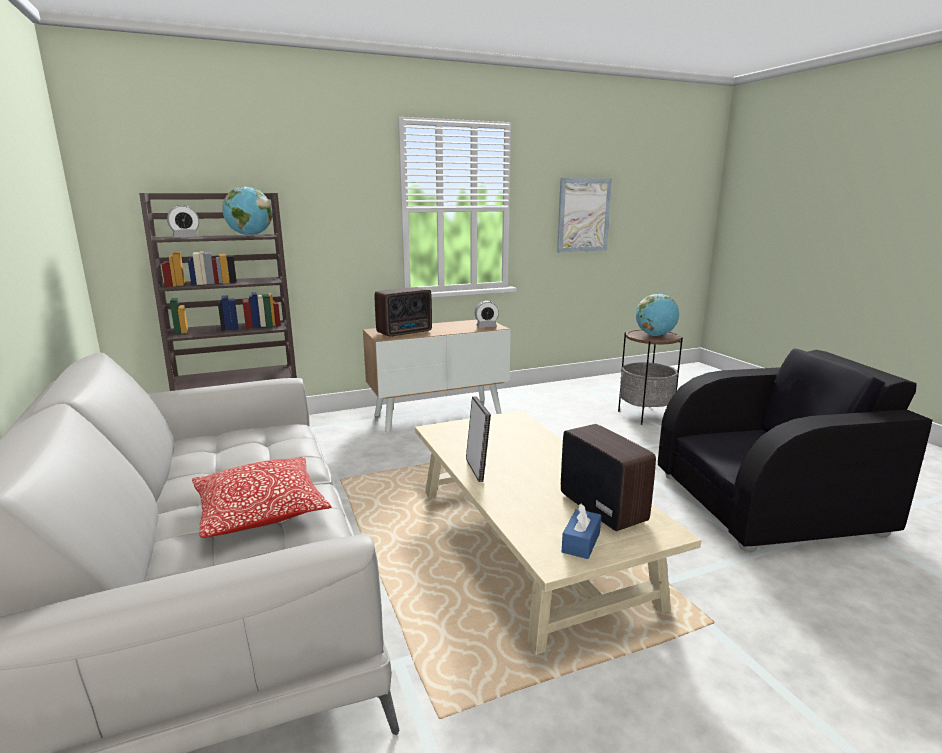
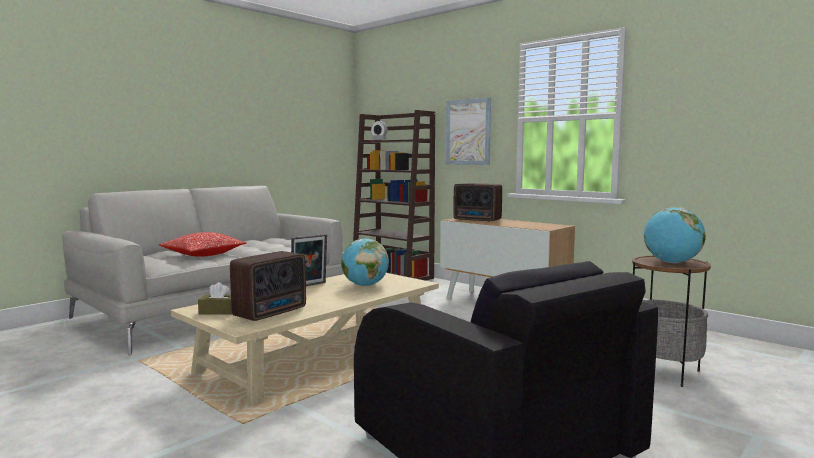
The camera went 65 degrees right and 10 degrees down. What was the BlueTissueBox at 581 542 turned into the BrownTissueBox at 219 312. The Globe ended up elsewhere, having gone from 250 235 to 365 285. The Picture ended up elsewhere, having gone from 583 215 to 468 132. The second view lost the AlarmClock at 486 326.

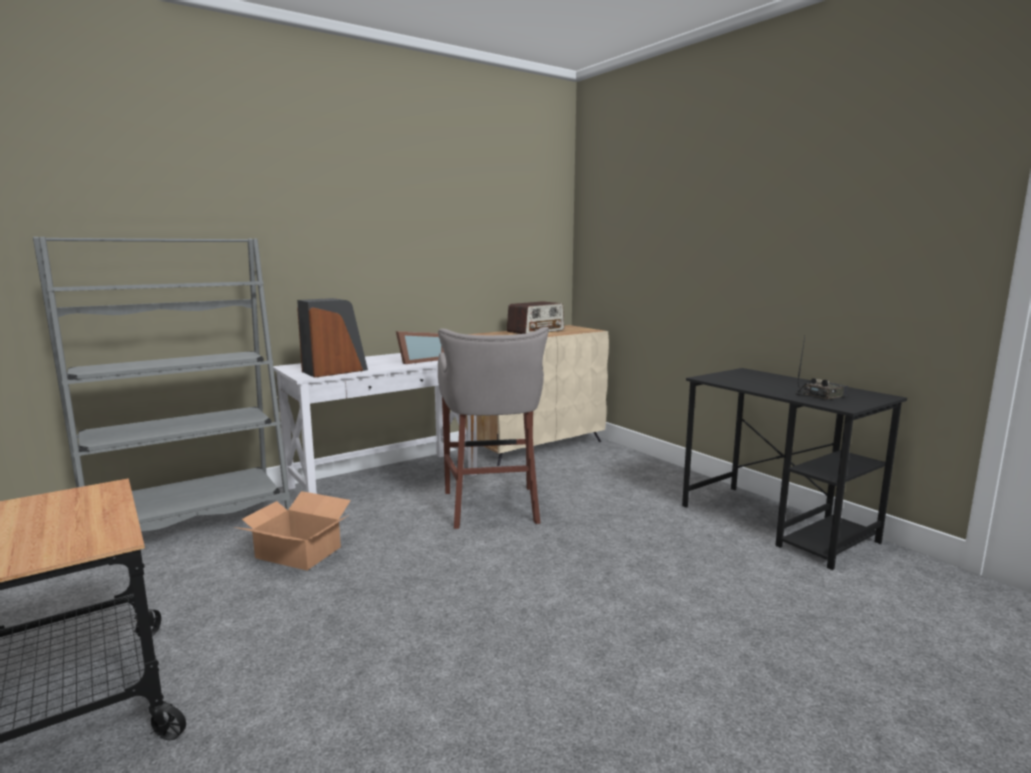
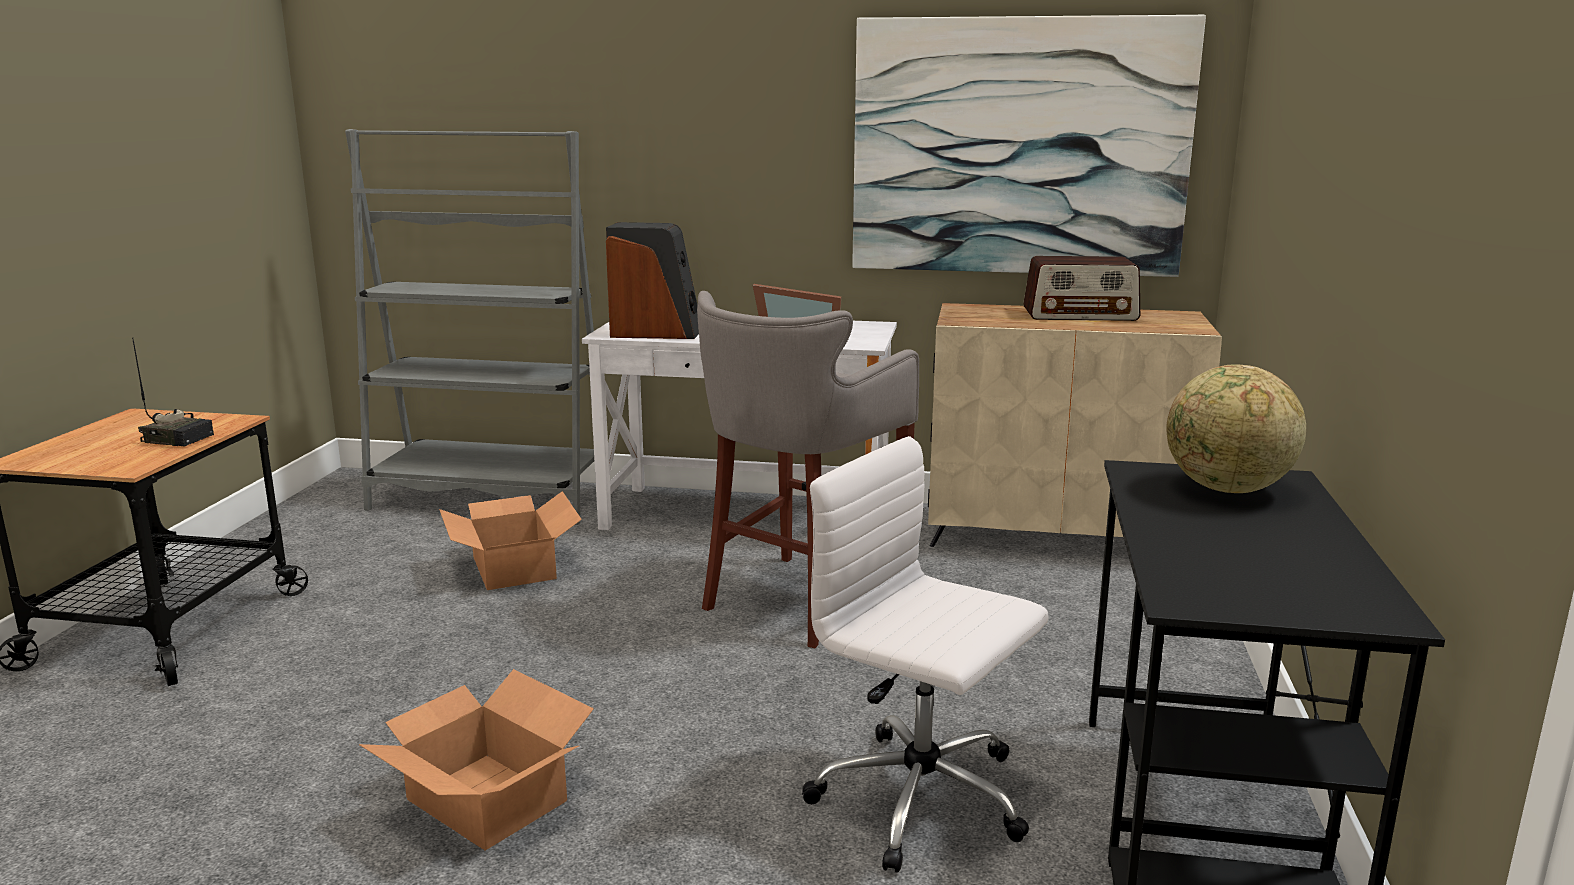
The camera went 45 degrees right and 5 degrees up. The Radio ended up elsewhere, having gone from 820 395 to 179 438. The second view gained the CardboardBox at 487 799. The second view gained the WhiteOfficeChair at 923 800. The second view gained the Picture at 1018 148. The second view gained the Globe at 1226 490.

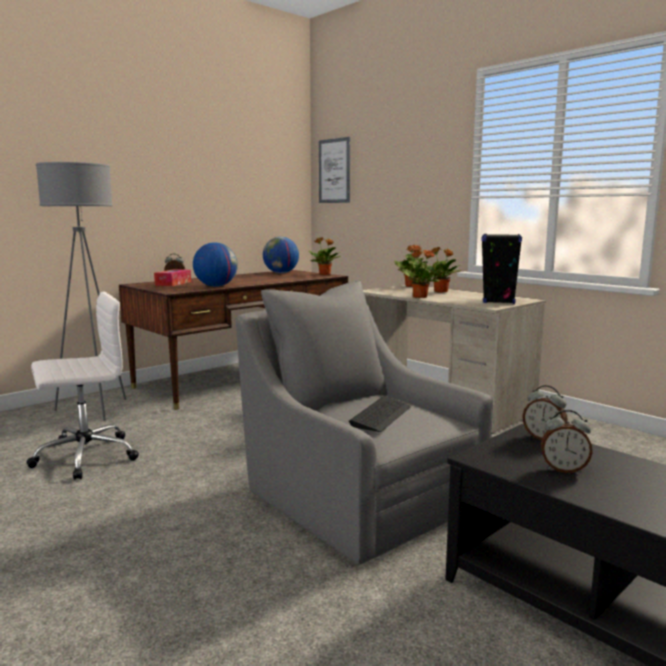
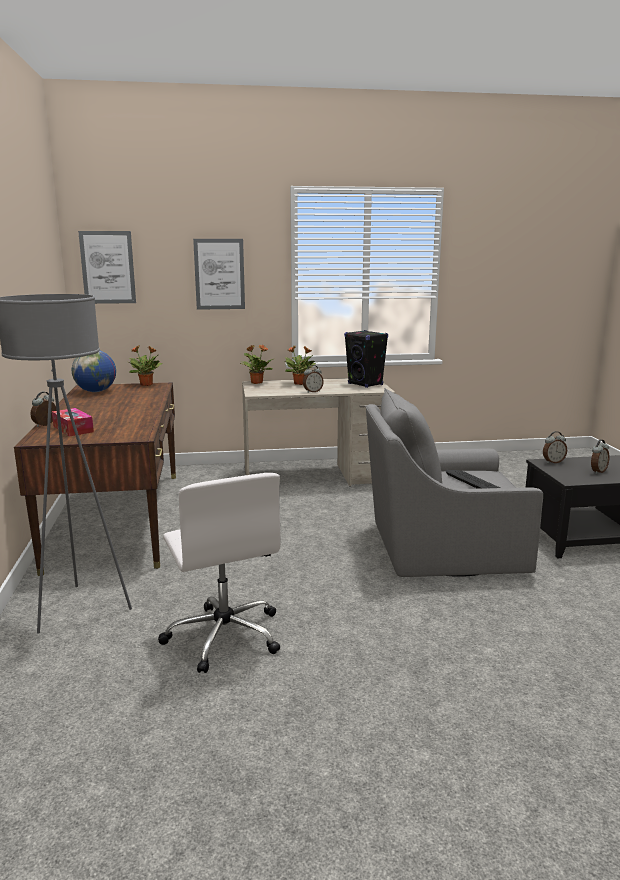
The camera went 55 degrees left and 5 degrees up. The WhiteOfficeChair at 84 456 ended up facing another way, 150 degrees clockwise from before. The second view gained the Picture at 219 274. Where the PottedPlant stood at 419 297, the AlarmClock came to stand at 312 392. The second view lost the Globe at 216 286.

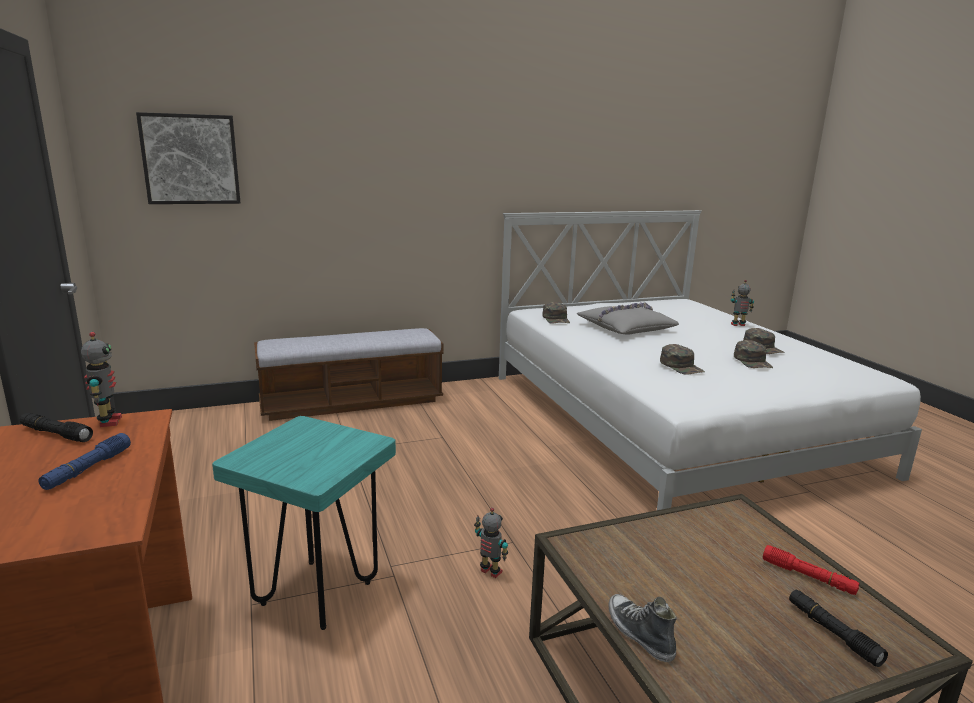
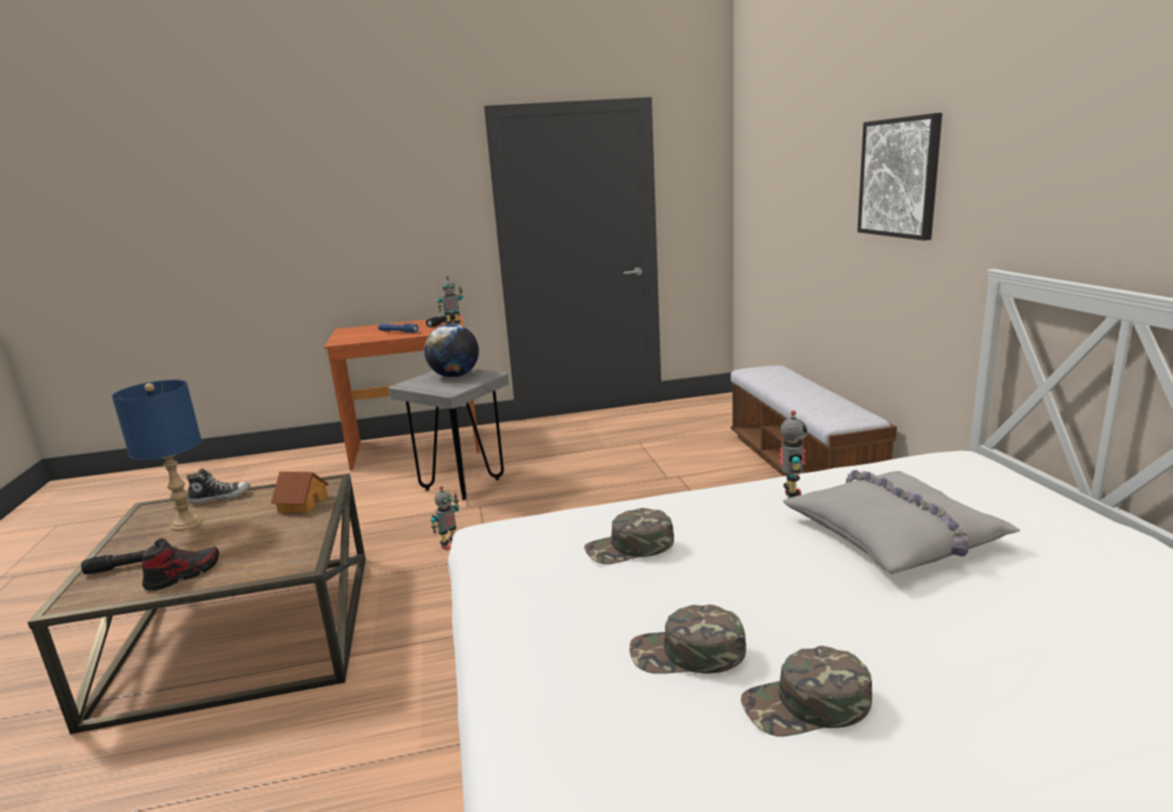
The camera went 100 degrees right and 0 degrees up. The second view gained the BlueTableLamp at 186 524. Where the RedFlashlight stood at 808 577, the Shoe came to stand at 183 575. The second view gained the ToyHouse at 302 504. What was the TurquoiseStool at 317 593 turned into the GreyStool at 462 484. The second view gained the Globe at 455 376. The ToyRobot ended up elsewhere, having gone from 738 325 to 791 497. The Picture ended up elsewhere, having gone from 190 159 to 899 178. The second view lost the GreenCap at 556 319.

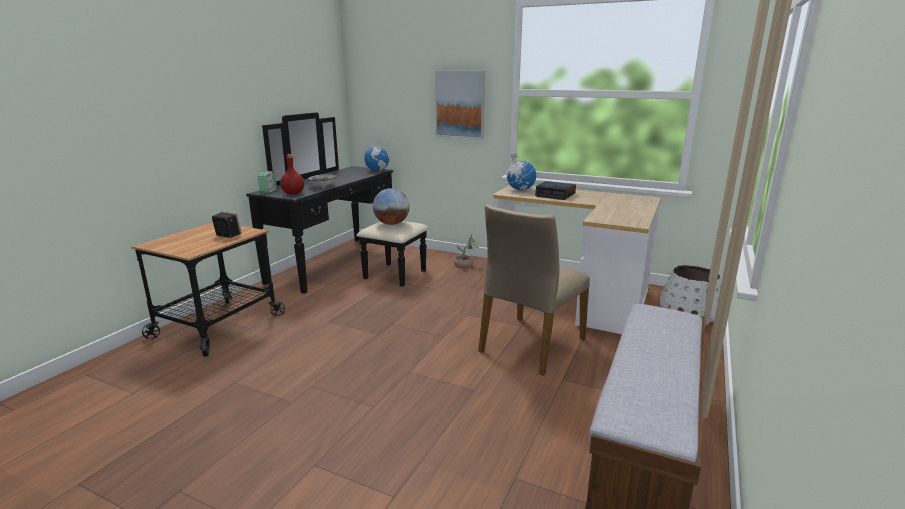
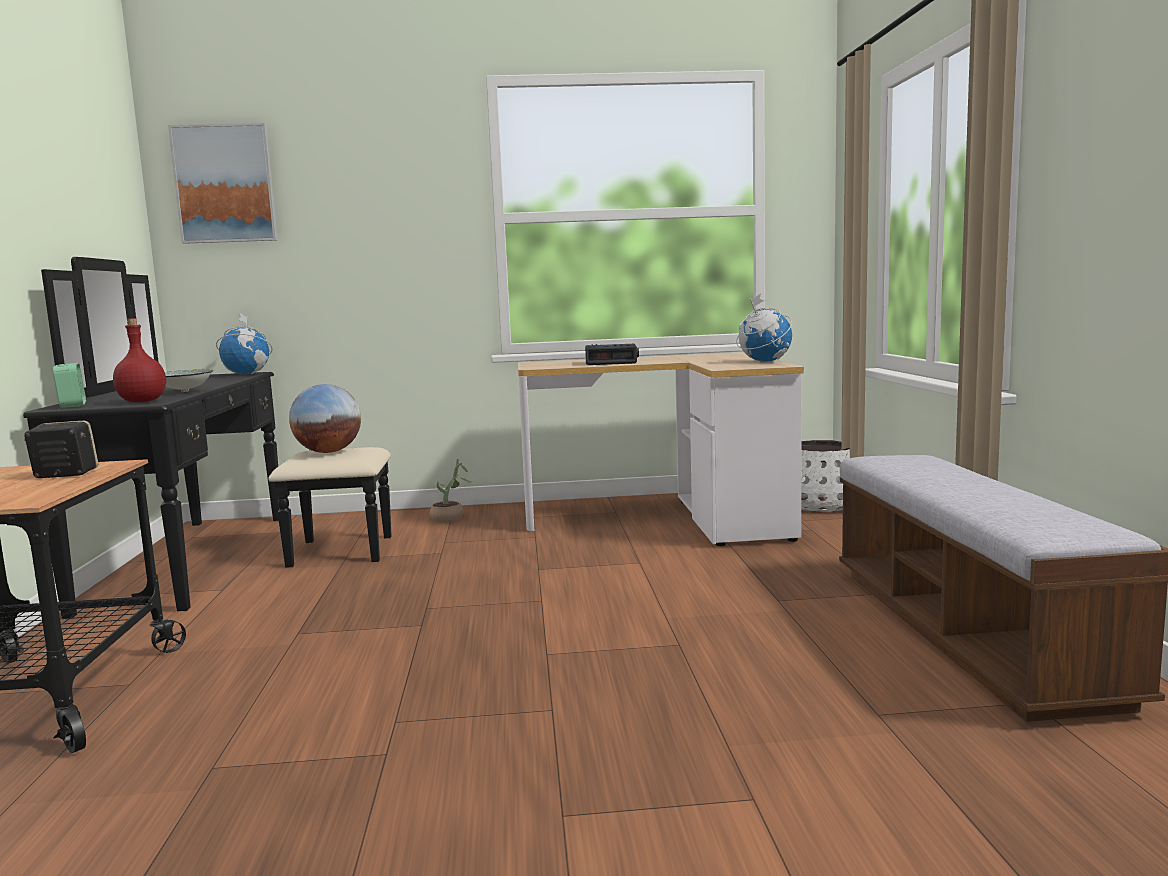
The camera went 30 degrees left and 10 degrees down. The Picture ended up elsewhere, having gone from 460 104 to 225 184. The Globe ended up elsewhere, having gone from 520 190 to 764 361. The second view lost the BeigeChair at 530 345.

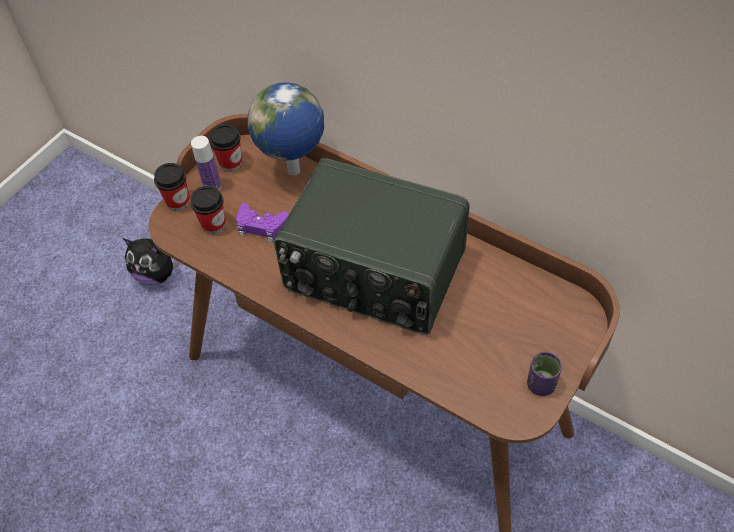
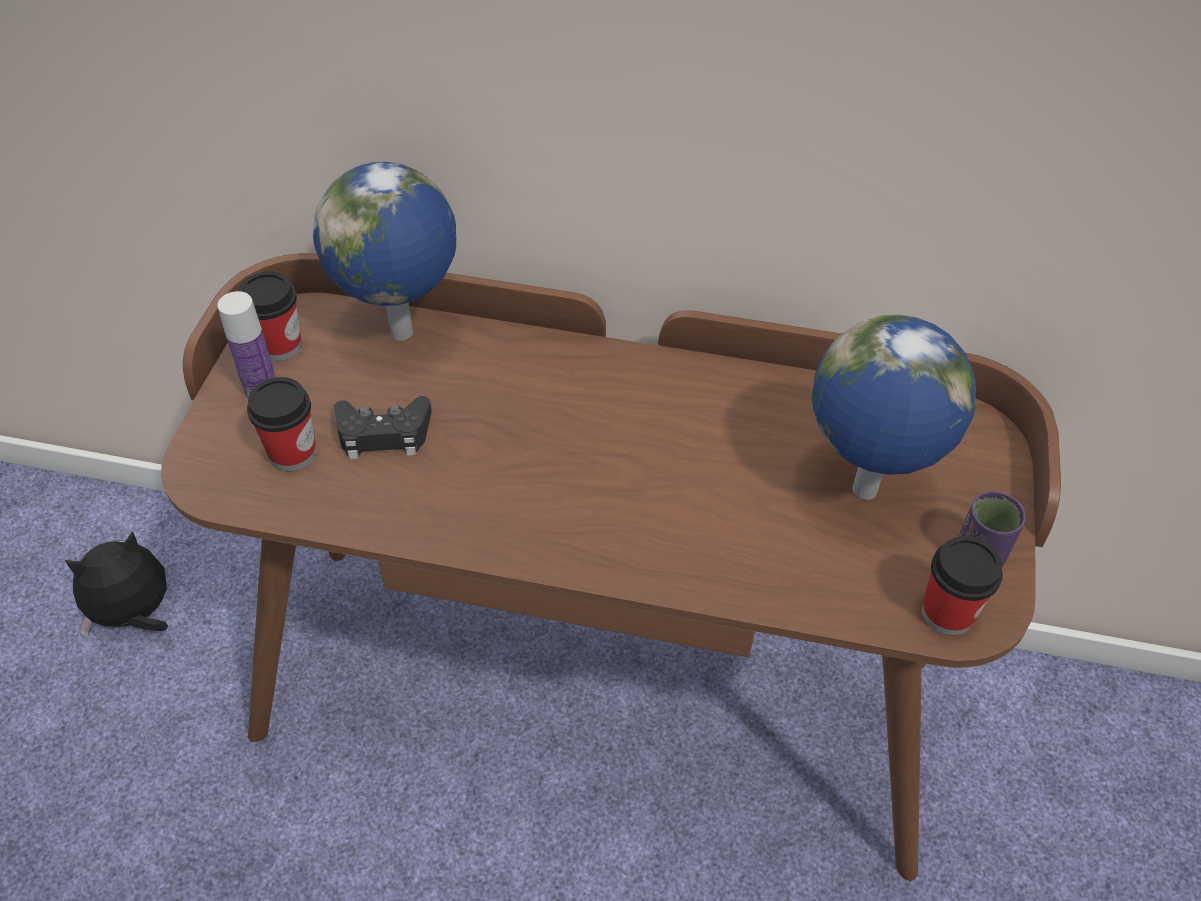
The camera went 25 degrees left and 5 degrees down. The PlushToy at 156 274 ended up facing another way, 150 degrees clockwise from before. What was the PurpleGameController at 261 226 turned into the BlackGameController at 383 434. The second view gained the Globe at 864 493. The Cup ended up elsewhere, having gone from 178 201 to 947 613. The second view lost the Radio at 373 273.

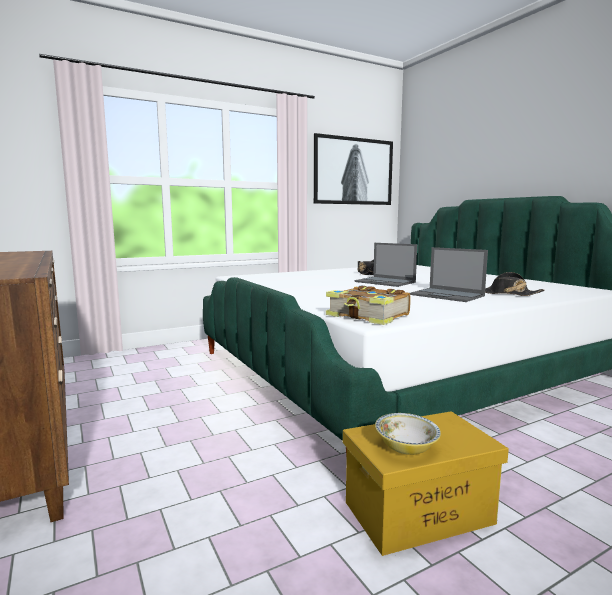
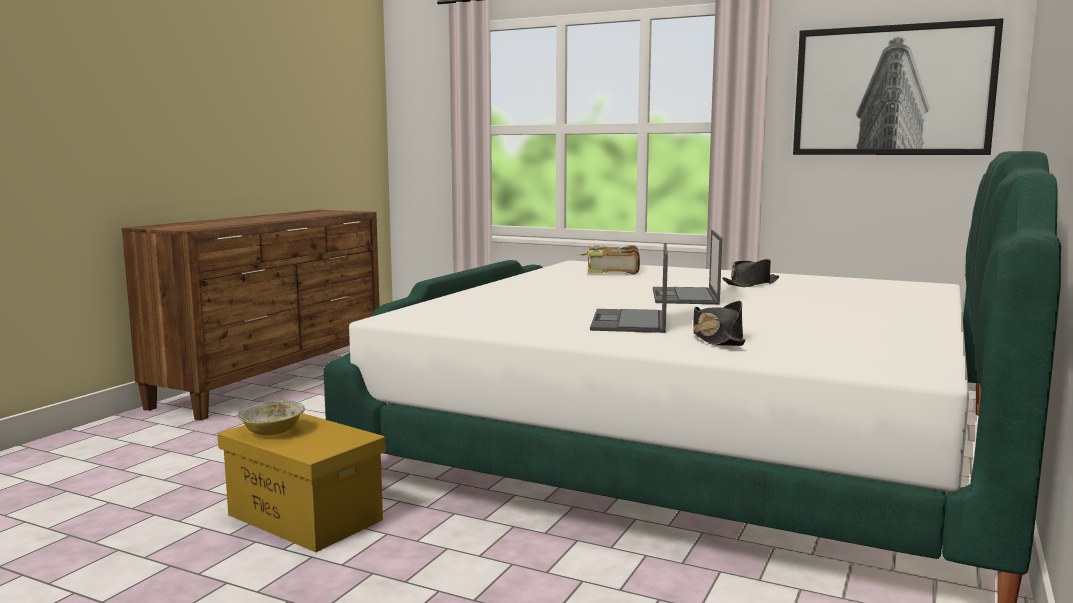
The camera went 55 degrees right and 0 degrees up. The Book ended up elsewhere, having gone from 368 316 to 611 270.

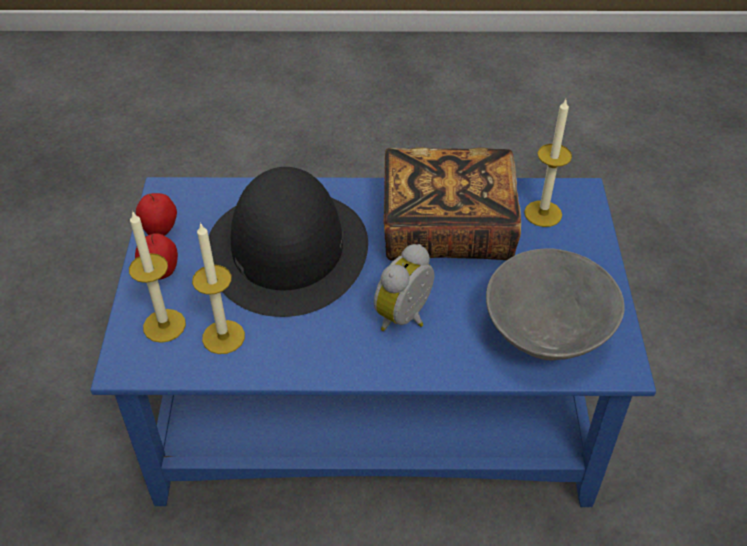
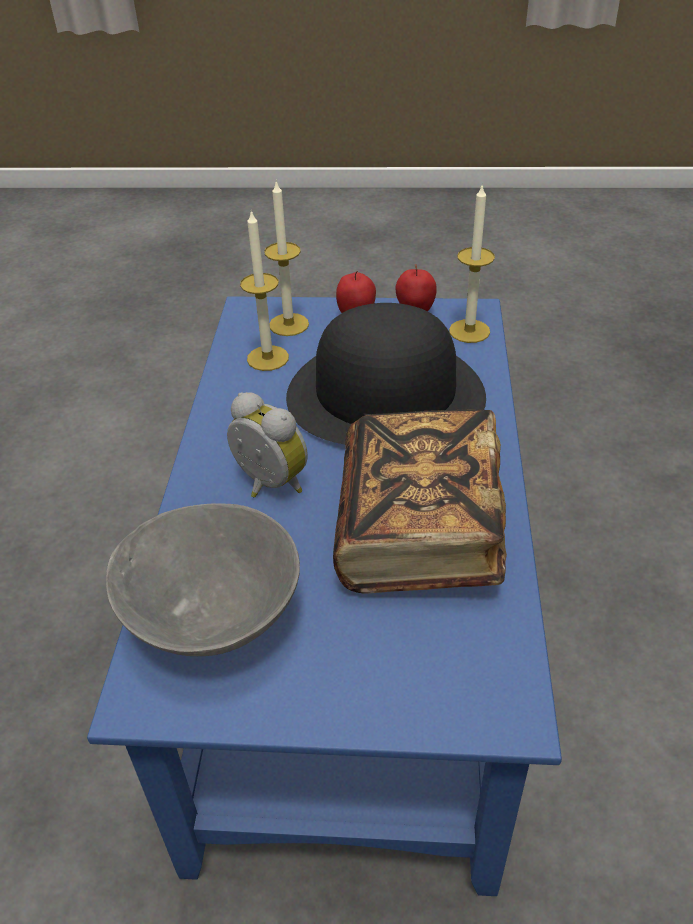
The camera went 95 degrees right and 5 degrees down. The Candle ended up elsewhere, having gone from 543 213 to 469 331.

